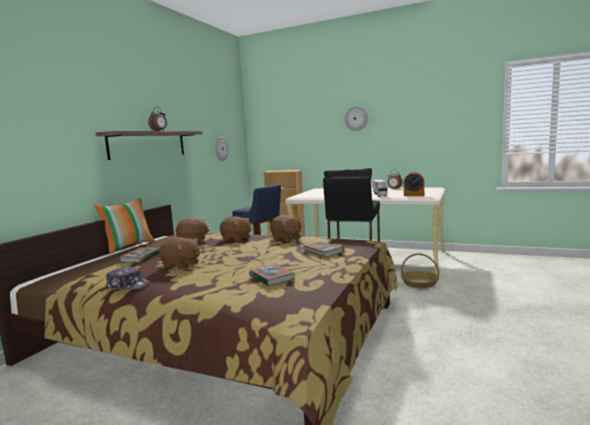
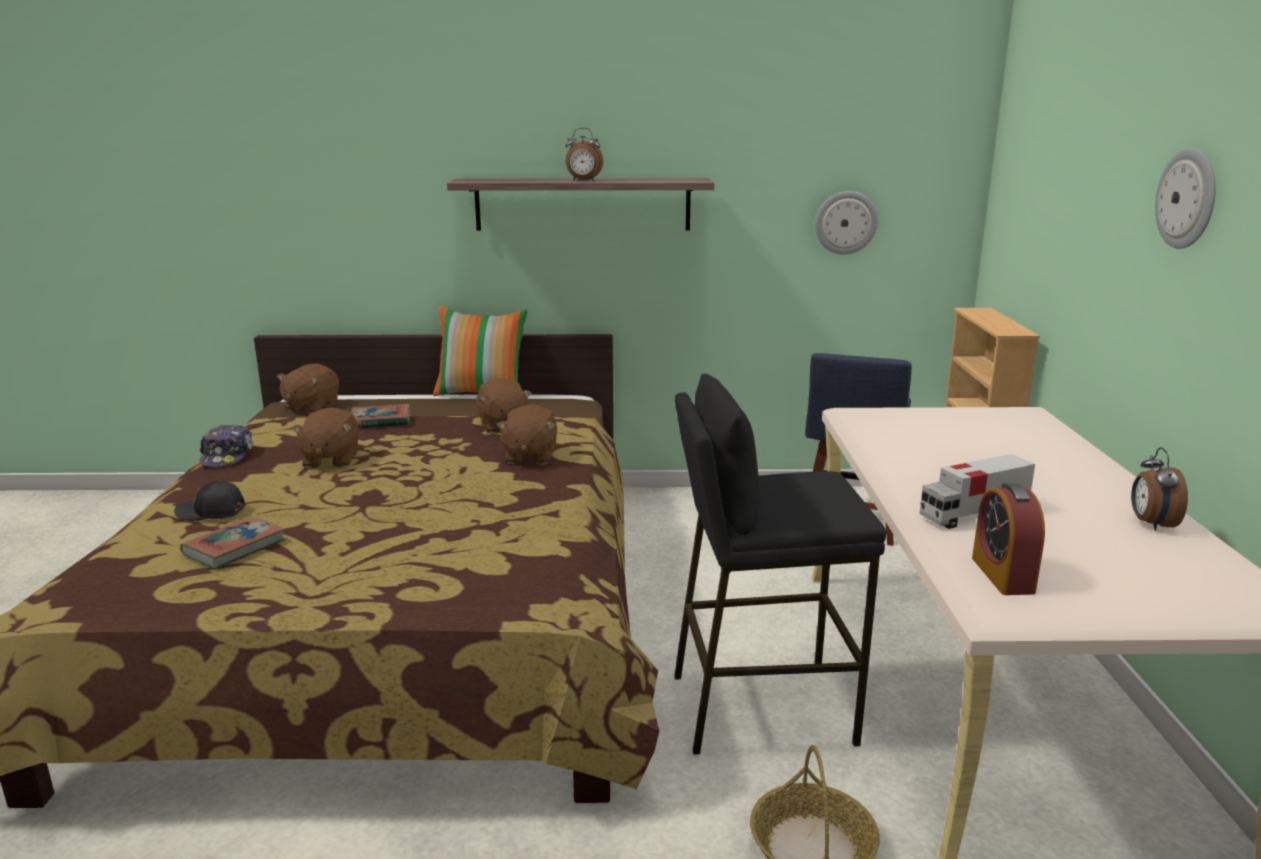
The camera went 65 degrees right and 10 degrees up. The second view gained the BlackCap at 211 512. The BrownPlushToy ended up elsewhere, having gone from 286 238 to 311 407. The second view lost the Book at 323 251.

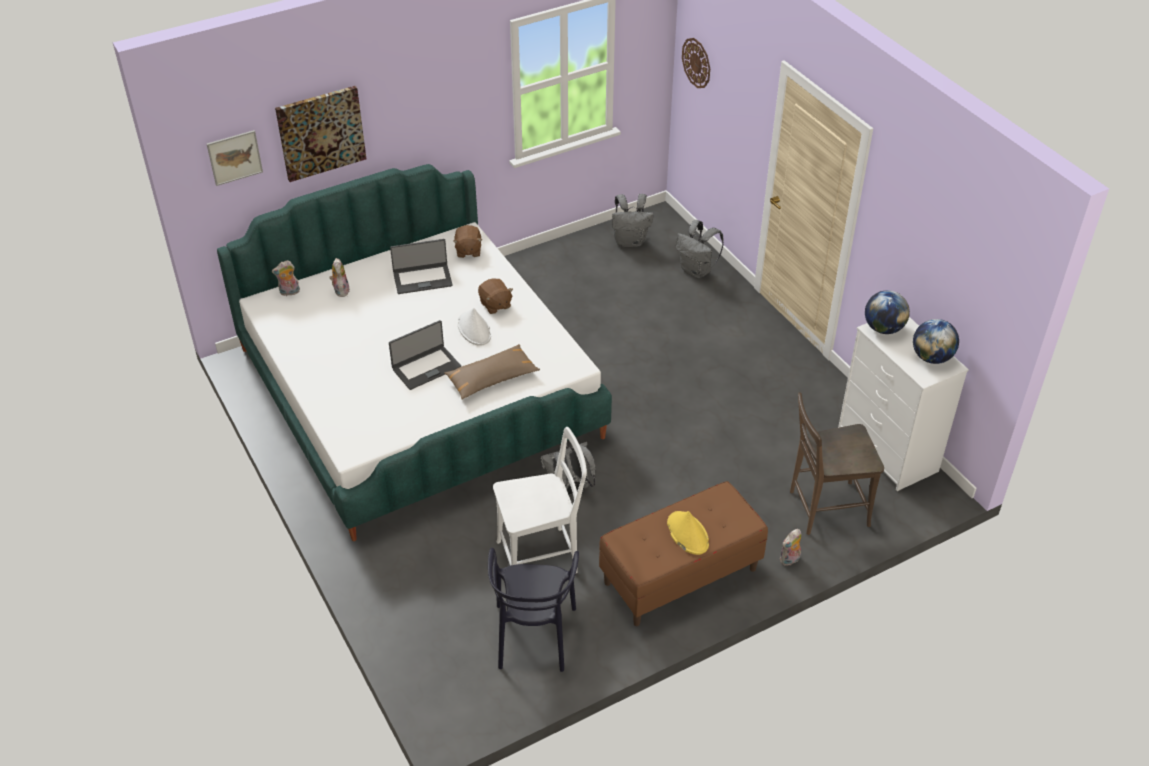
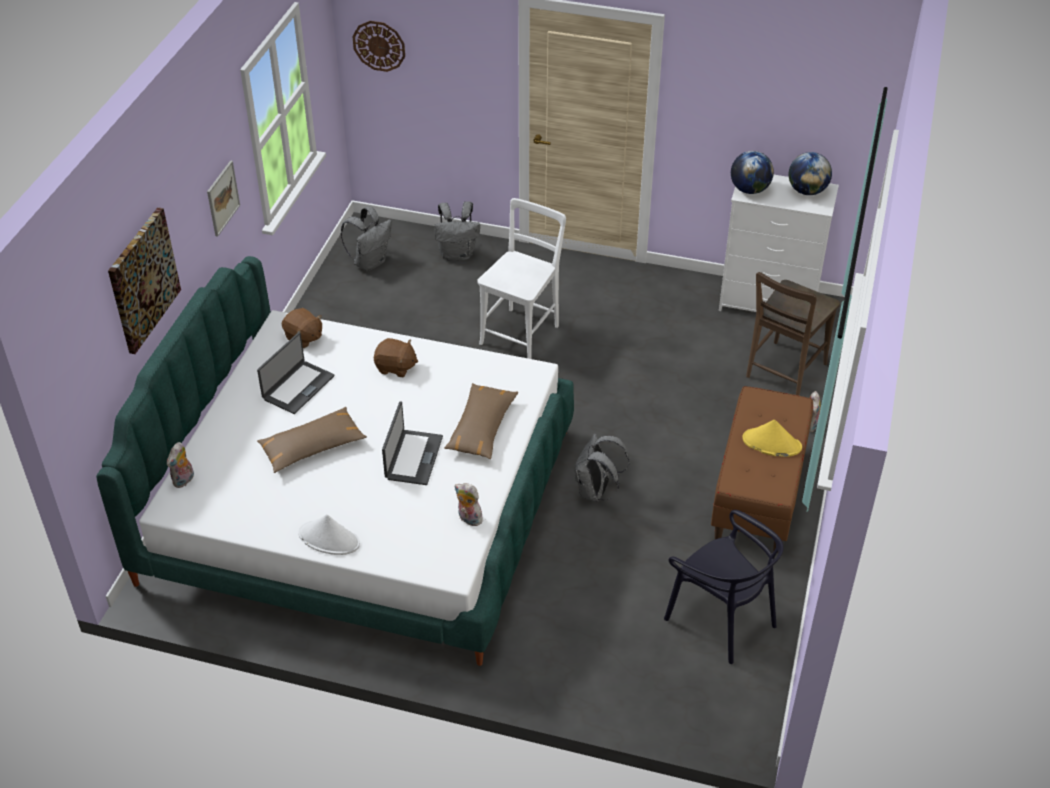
The camera went 45 degrees left and 0 degrees up. The Picture ended up elsewhere, having gone from 234 157 to 222 198. The second view gained the BrownPillow at 312 447. The WhiteHat ended up elsewhere, having gone from 474 329 to 329 539. The PlushToy ended up elsewhere, having gone from 340 290 to 468 519. The WhiteChair ended up elsewhere, having gone from 542 556 to 522 332.

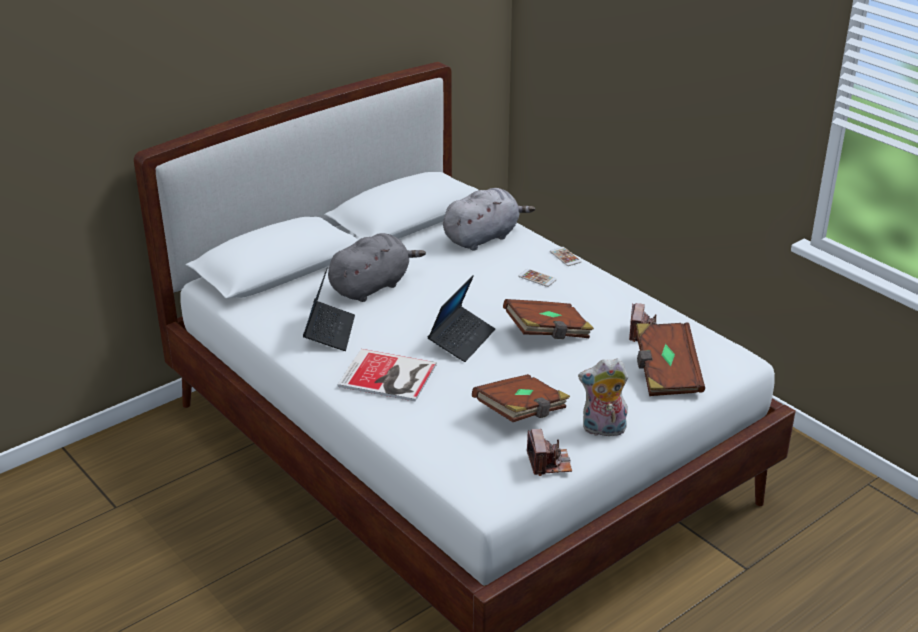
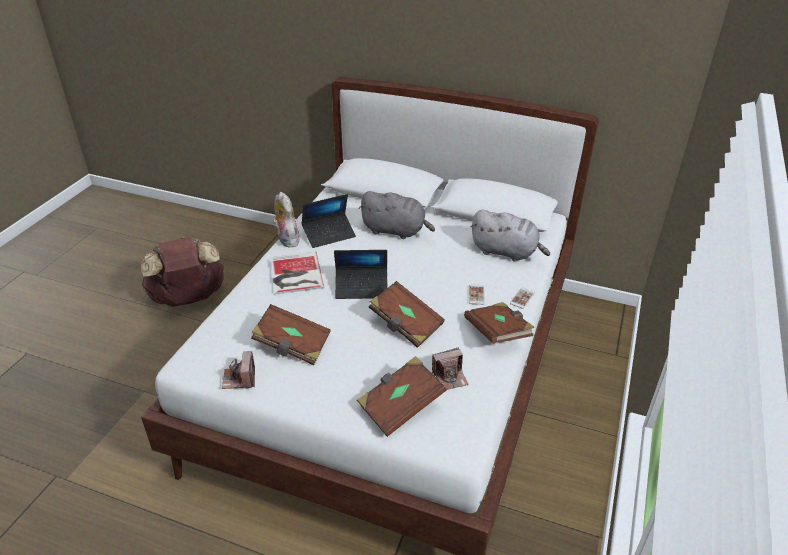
The camera went 60 degrees right and 5 degrees up. The second view gained the BrownBackpack at 188 299. The PhotoCamera at 549 463 ended up facing another way, 120 degrees clockwise from before. The PlushToy ended up elsewhere, having gone from 603 430 to 286 240. The second view gained the BrownBook at 497 333.

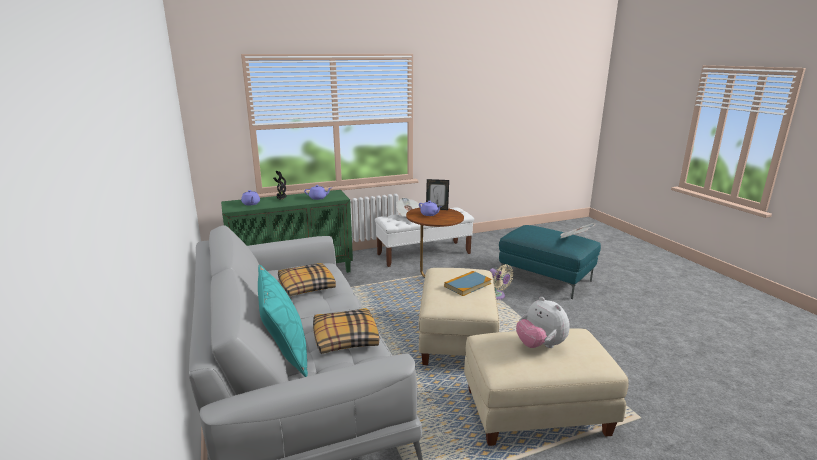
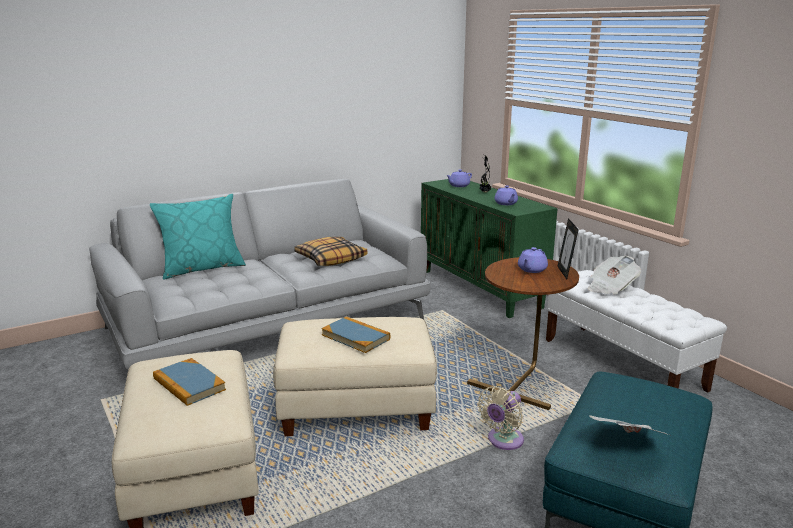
The camera went 80 degrees right and 0 degrees up. Where the PlushToy stood at 540 345, the Book came to stand at 189 384. The second view lost the Pillow at 345 338.

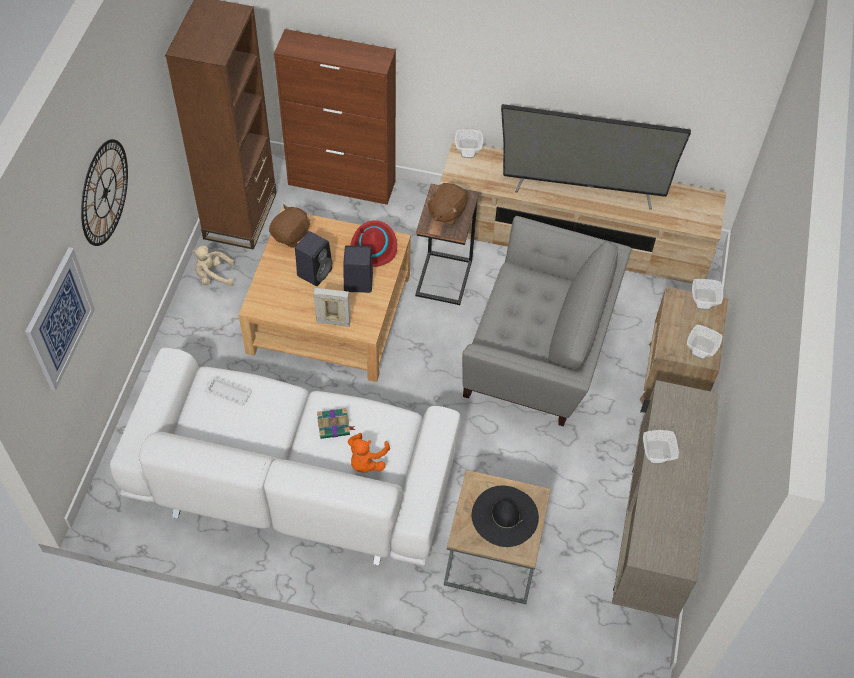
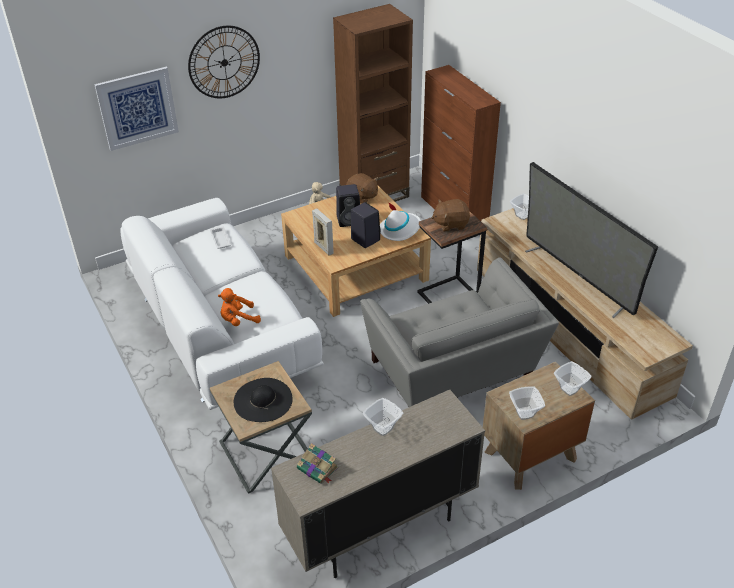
The camera went 50 degrees right and 15 degrees down. The Book ended up elsewhere, having gone from 334 426 to 318 469. The BrownPlushToy at 291 235 ended up facing another way, 45 degrees clockwise from before. What was the RedHat at 373 247 turned into the WhiteHat at 400 229.

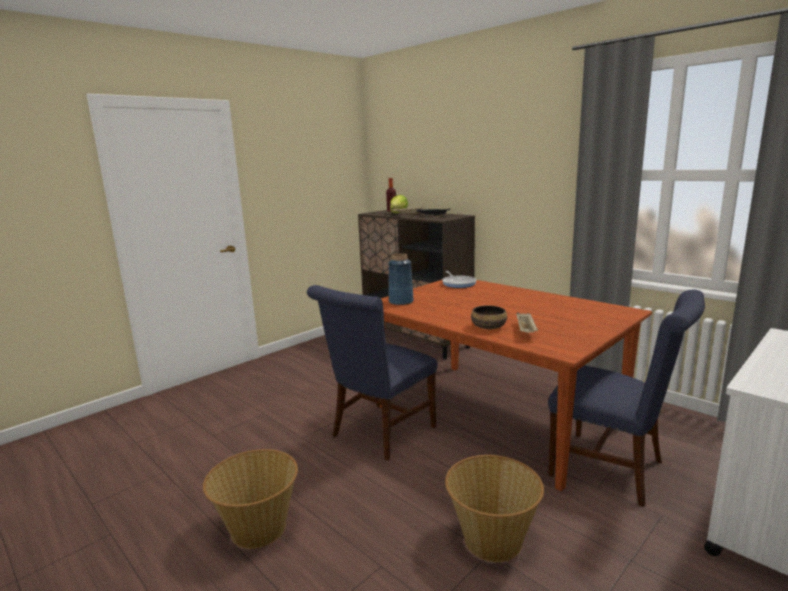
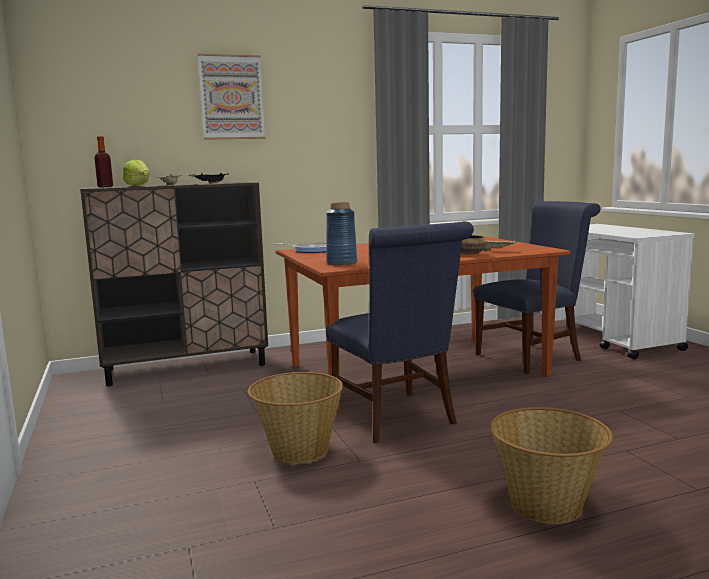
The camera went 65 degrees left and 5 degrees down. The second view gained the Picture at 231 97. The Basket ended up elsewhere, having gone from 492 539 to 298 450.

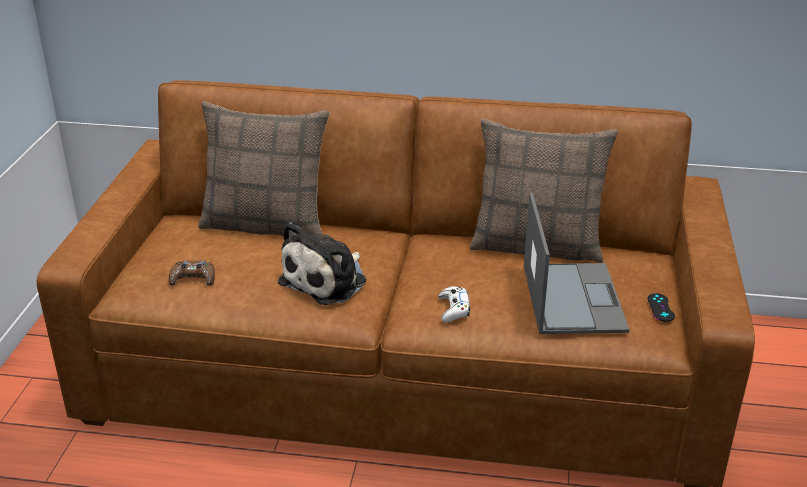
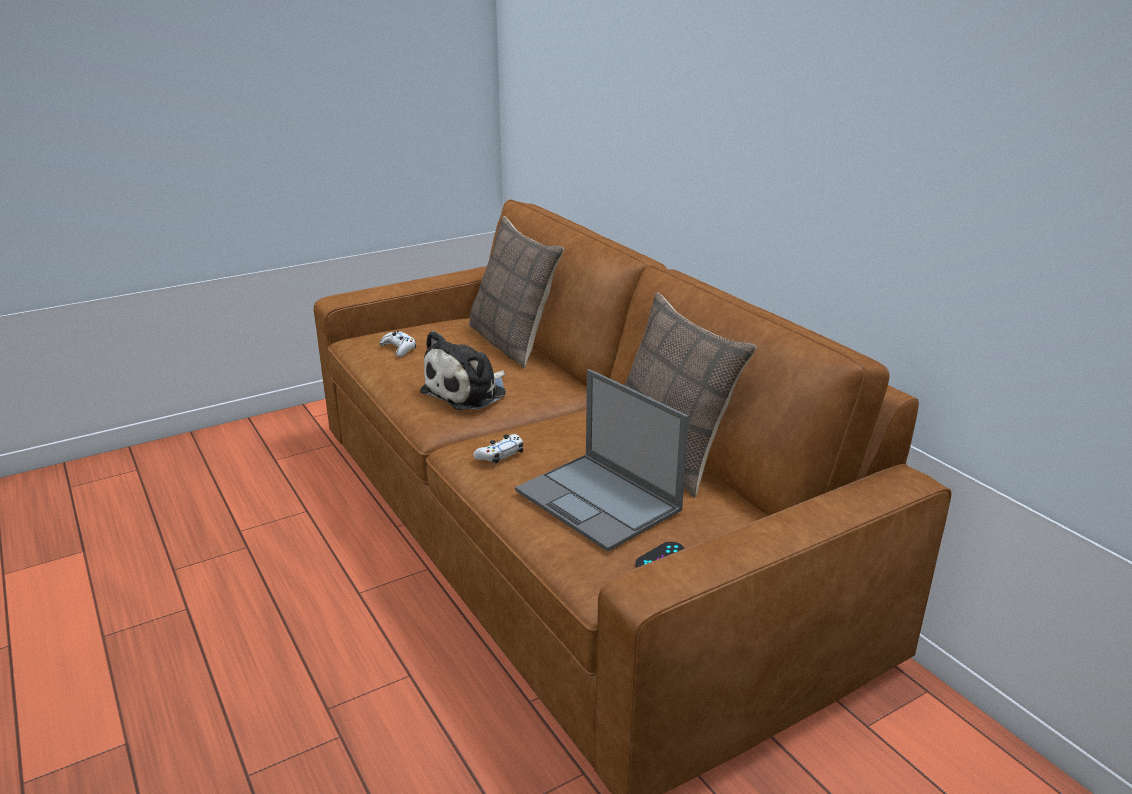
The camera went 50 degrees right and 5 degrees down. What was the BrownGameController at 193 278 turned into the WhiteGameController at 399 348. The PlushToy at 327 281 ended up facing another way, 45 degrees counterclockwise from before. The Laptop at 572 297 ended up facing another way, 90 degrees clockwise from before.

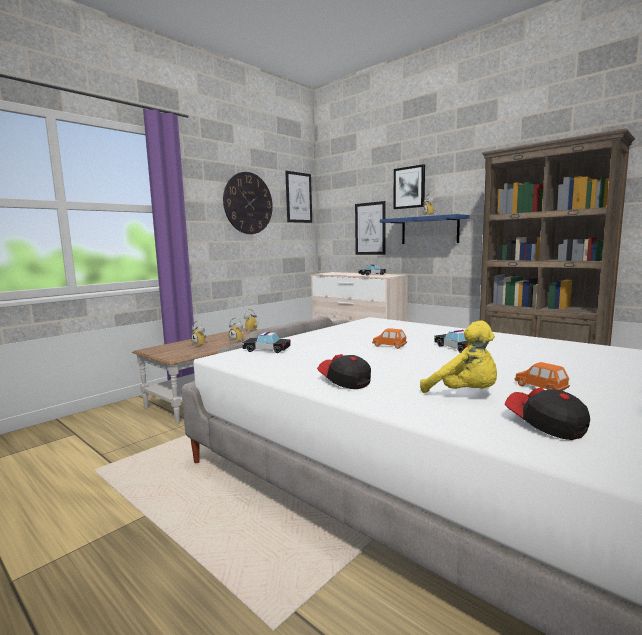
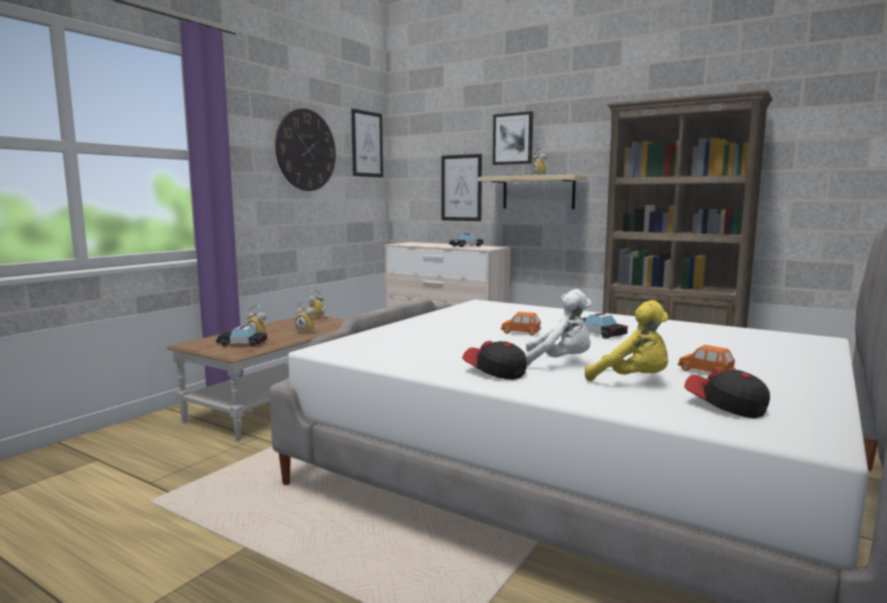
The camera went 10 degrees left and 0 degrees up. The ToyCar ended up elsewhere, having gone from 266 349 to 242 344. What was the BlueShelf at 429 230 turned into the BeigeShelf at 538 193. The second view gained the WhitePlushToy at 559 362.

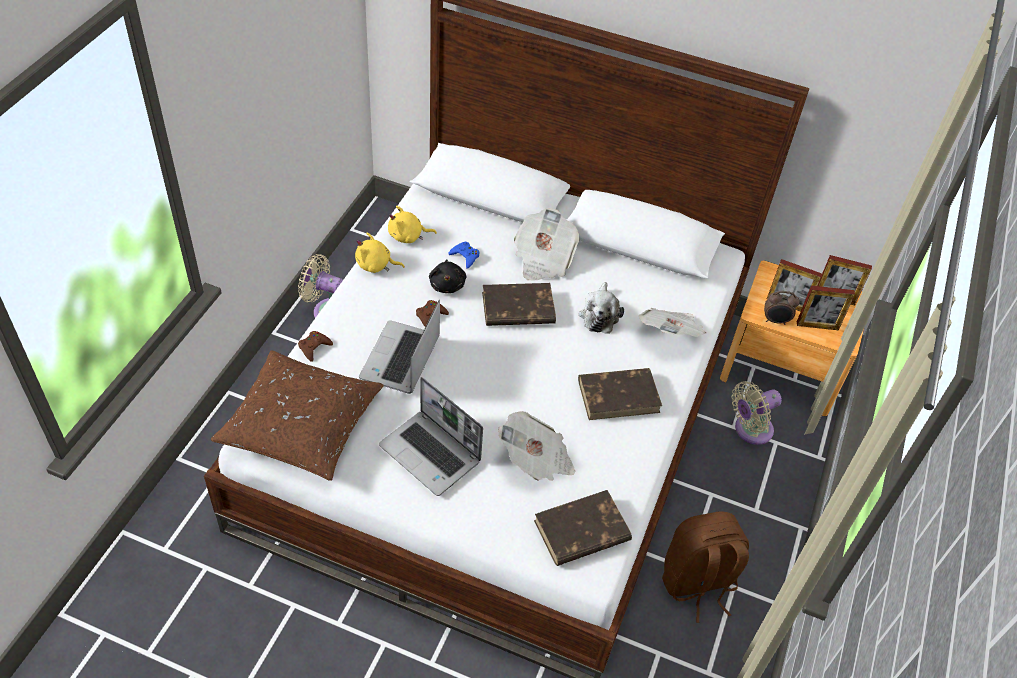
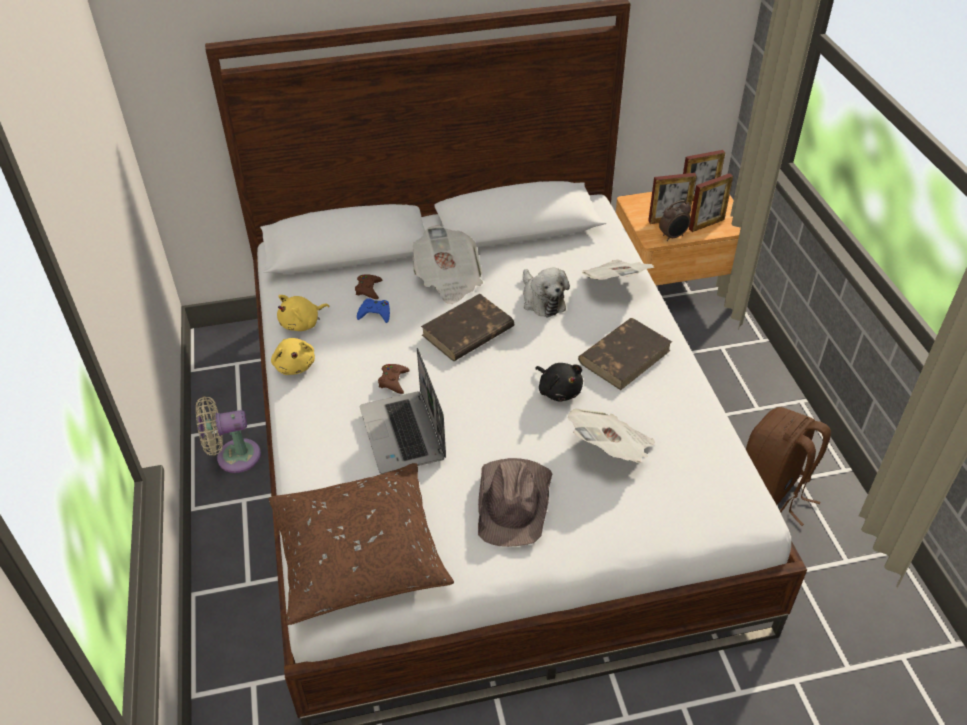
The camera went 30 degrees left and 5 degrees down. The YellowPlushToy at 376 265 ended up facing another way, 90 degrees counterclockwise from before. The BrownGameController ended up elsewhere, having gone from 314 347 to 368 289. Where the Laptop stood at 431 454, the BrownHat came to stand at 514 502. The BlackPlushToy ended up elsewhere, having gone from 447 284 to 558 390. The second view lost the BrownBook at 581 531. The second view lost the BeigeFan at 750 430.

